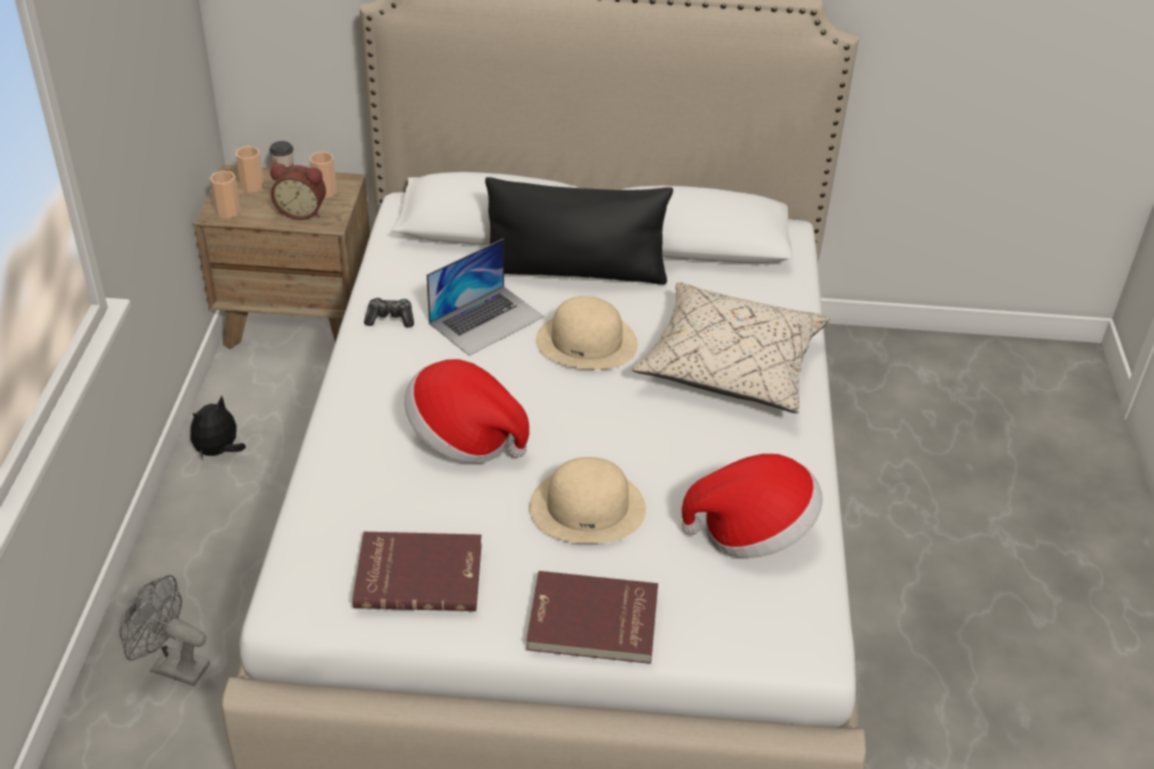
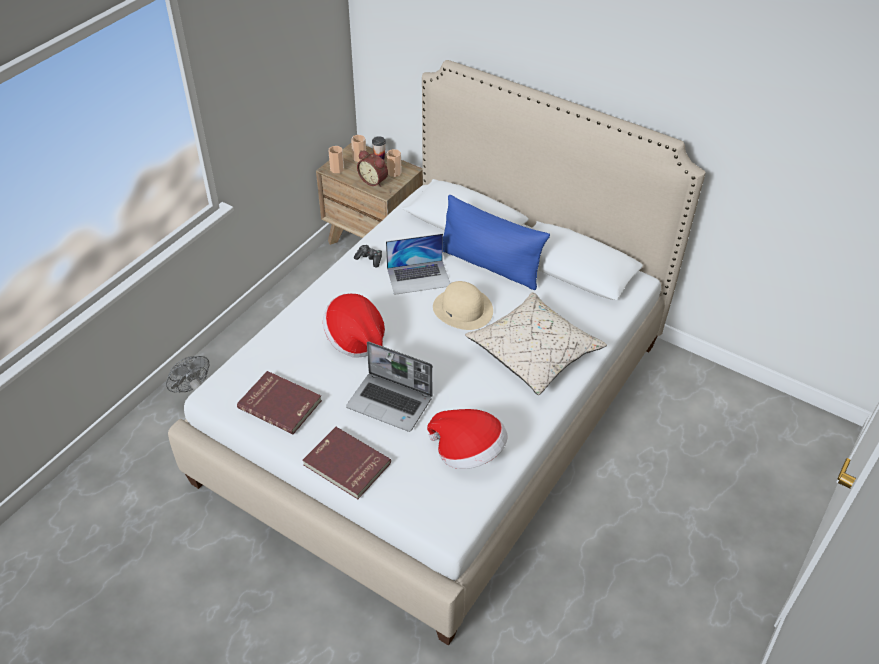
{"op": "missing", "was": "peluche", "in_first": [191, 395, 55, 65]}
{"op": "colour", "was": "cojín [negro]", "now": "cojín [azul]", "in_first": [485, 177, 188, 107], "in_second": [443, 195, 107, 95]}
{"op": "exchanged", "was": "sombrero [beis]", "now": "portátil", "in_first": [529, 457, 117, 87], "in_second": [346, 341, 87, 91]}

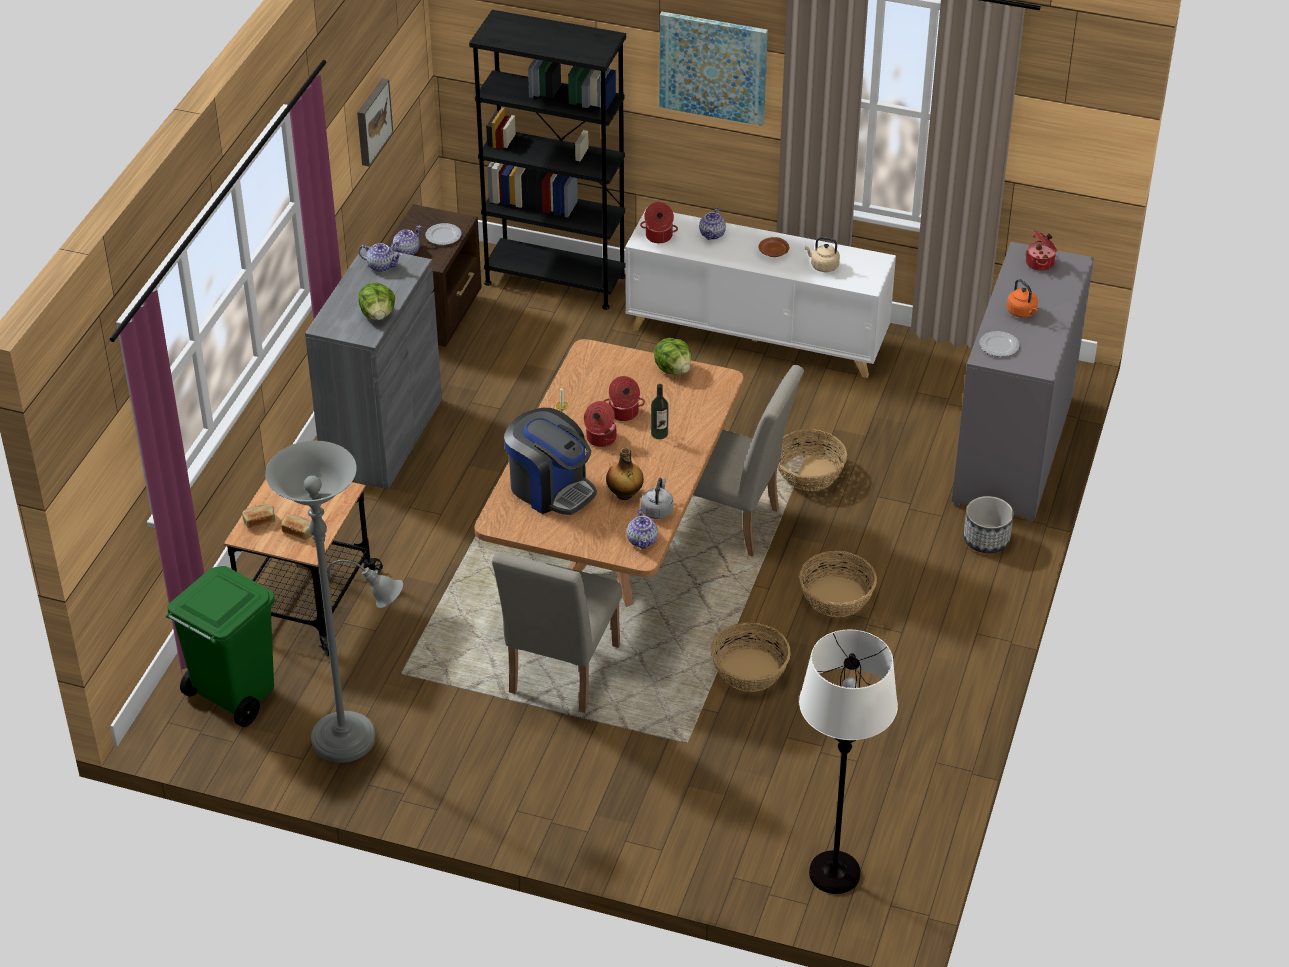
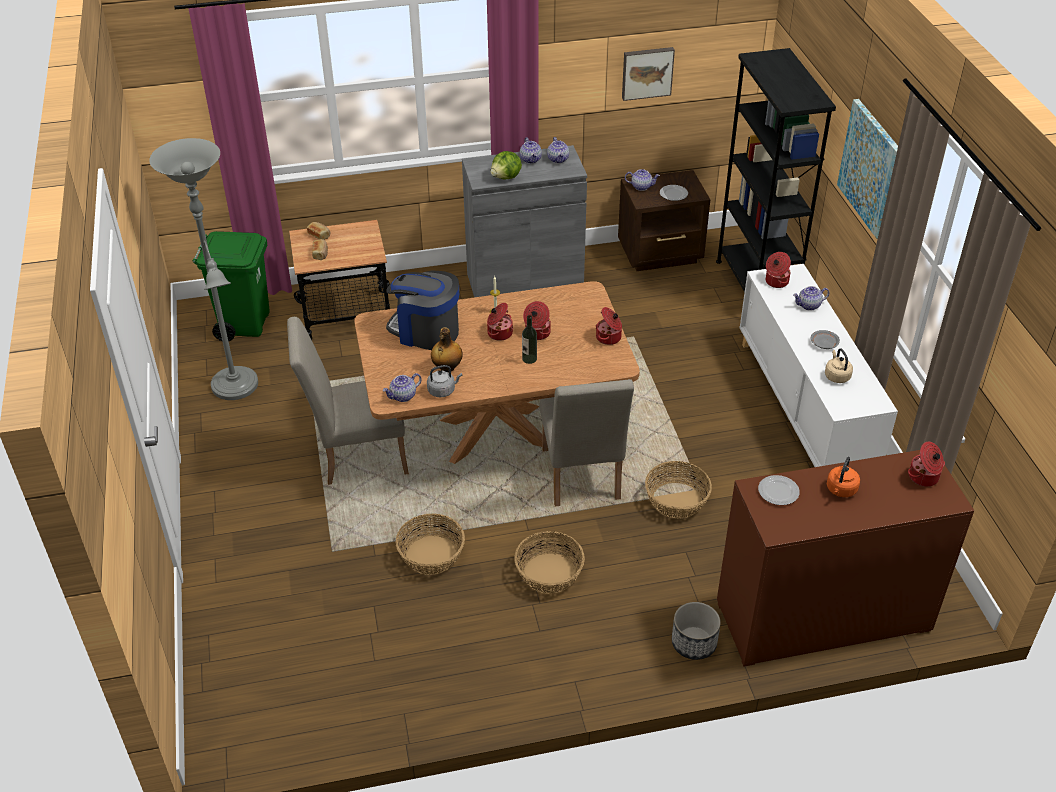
{"op": "spun", "was": "cafetera", "in_first": [504, 408, 93, 107], "in_second": [386, 271, 73, 79], "clockwise": 105}
{"op": "exchanged", "was": "lechuga", "now": "olla", "in_first": [654, 338, 38, 37], "in_second": [596, 307, 26, 38]}
{"op": "colour", "was": "plato [marrón]", "now": "plato [gris]", "in_first": [758, 237, 31, 20], "in_second": [811, 330, 29, 19]}
{"op": "missing", "was": "lámpara de pie [blanco]", "in_first": [799, 630, 99, 264]}
{"op": "colour", "was": "cómoda [gris]", "now": "cómoda [marrón]", "in_first": [952, 242, 142, 280], "in_second": [717, 450, 257, 217]}
{"op": "appeared", "now": "tetera", "in_second": [520, 137, 22, 27]}

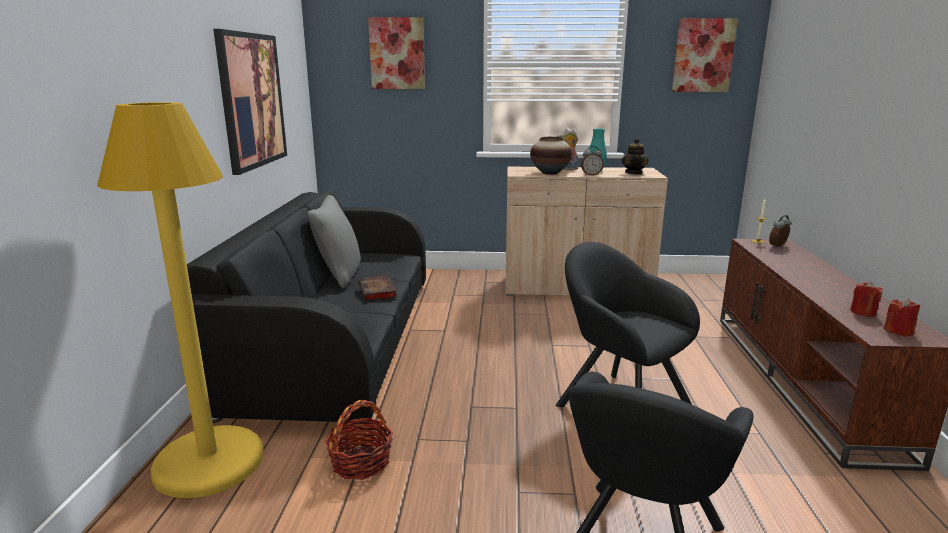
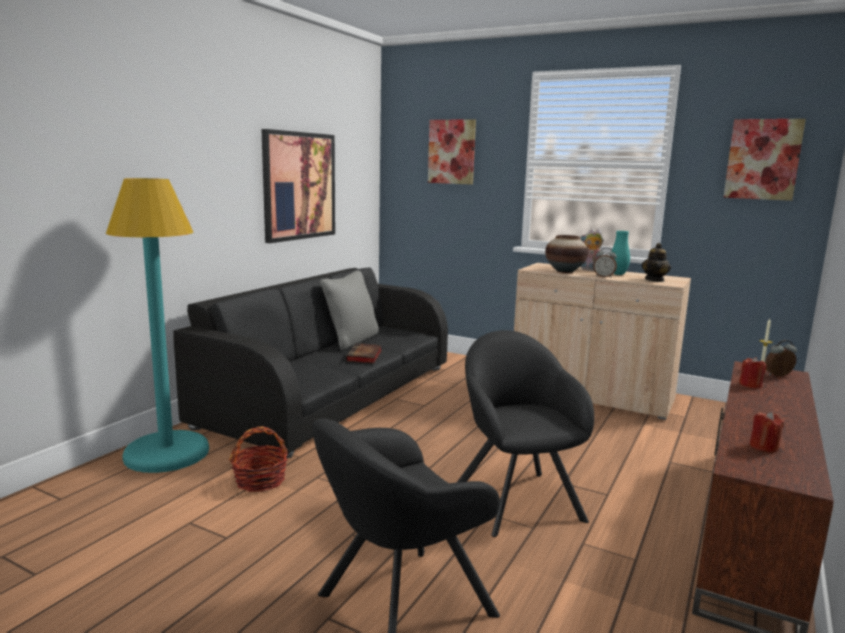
{"op": "colour", "was": "lámpara de pie [amarillo]", "now": "lámpara de pie [turquesa]", "in_first": [97, 102, 167, 396], "in_second": [106, 178, 103, 295]}
{"op": "relocated", "was": "vela [rojo]", "in_first": [883, 298, 37, 38], "in_second": [739, 357, 28, 31]}

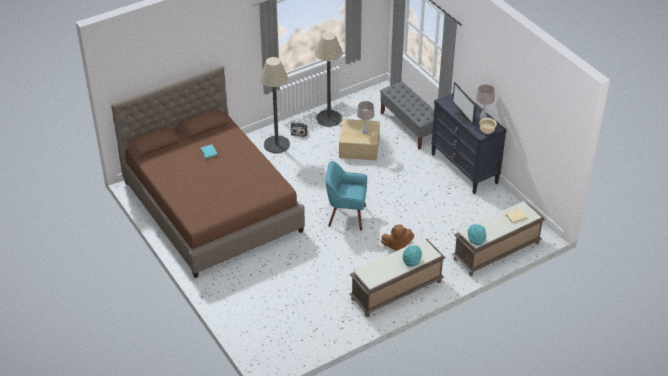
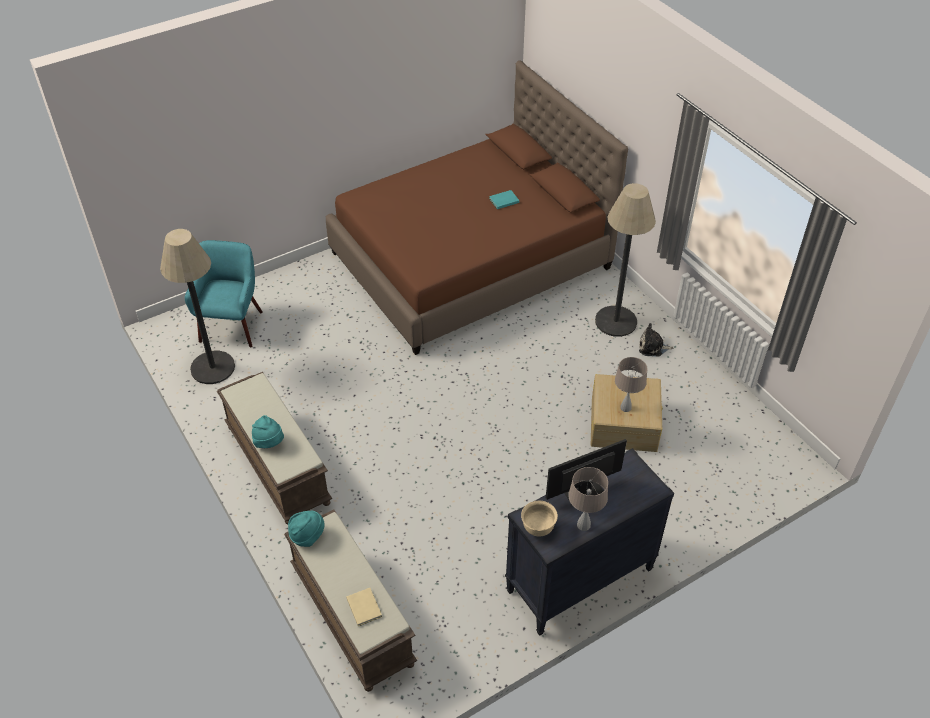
{"op": "relocated", "was": "lámpara de pie", "in_first": [315, 32, 28, 95], "in_second": [160, 229, 75, 155]}
{"op": "relocated", "was": "sillón [turquesa]", "in_first": [326, 161, 41, 69], "in_second": [185, 240, 78, 108]}
{"op": "missing", "was": "banco [gris]", "in_first": [380, 82, 54, 68]}
{"op": "missing", "was": "peluche [marrón]", "in_first": [381, 225, 33, 26]}

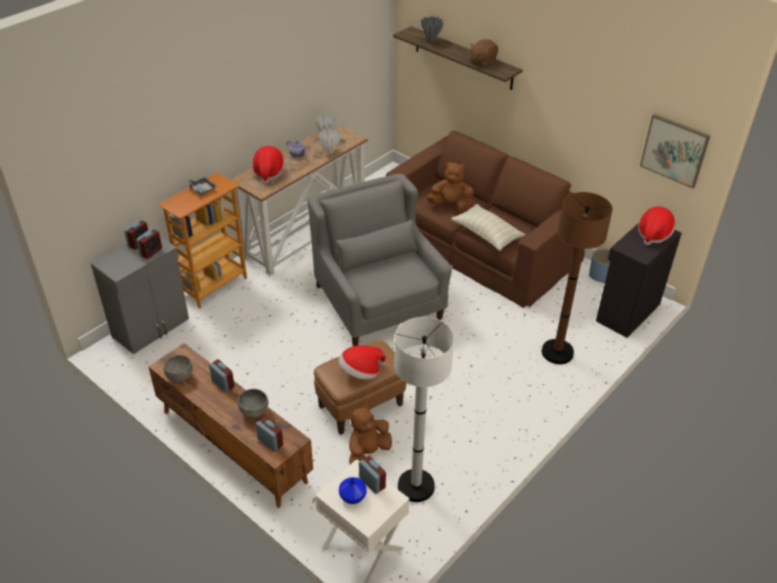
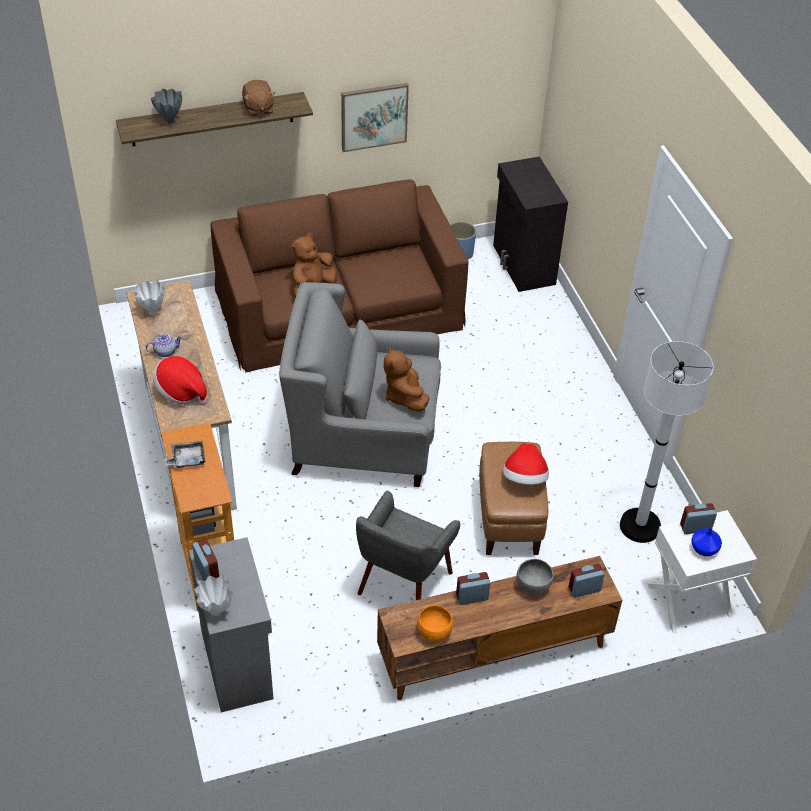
{"op": "missing", "was": "despertador", "in_first": [136, 228, 26, 31]}
{"op": "colour", "was": "cuenco [gris]", "now": "cuenco [naranja]", "in_first": [164, 355, 29, 27], "in_second": [417, 605, 36, 37]}
{"op": "relocated", "was": "florero [blanco]", "in_first": [318, 128, 23, 26], "in_second": [194, 575, 39, 40]}
{"op": "relocated", "was": "peluche [marrón]", "in_first": [349, 405, 43, 60], "in_second": [384, 346, 46, 66]}
{"op": "missing", "was": "cojín", "in_first": [451, 204, 75, 47]}
{"op": "missing", "was": "lámpara de pie [marrón]", "in_first": [542, 192, 71, 172]}
{"op": "missing", "was": "sombrero", "in_first": [638, 207, 38, 38]}
{"op": "relocated", "was": "cuadro", "in_first": [640, 114, 71, 75], "in_second": [341, 83, 68, 69]}
{"op": "appeared", "now": "sillón [gris]", "in_second": [356, 490, 104, 110]}

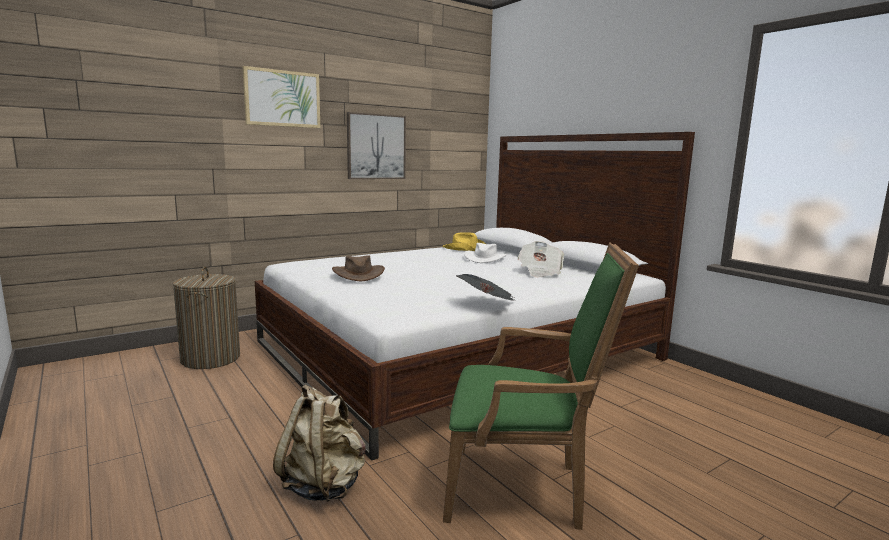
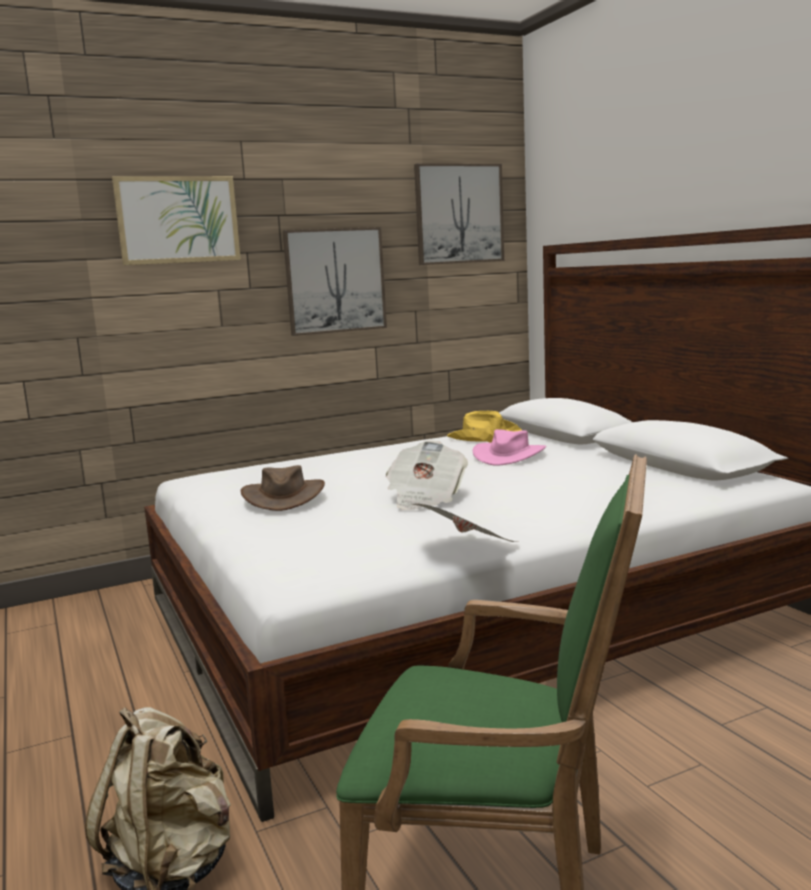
{"op": "missing", "was": "cesto de la ropa", "in_first": [172, 267, 68, 102]}
{"op": "colour", "was": "sombrero [blanco]", "now": "sombrero [rosa]", "in_first": [464, 243, 43, 20], "in_second": [473, 429, 73, 37]}
{"op": "relocated", "was": "periódico", "in_first": [518, 241, 46, 36], "in_second": [386, 441, 82, 69]}
{"op": "appeared", "now": "cuadro", "in_second": [414, 163, 90, 102]}

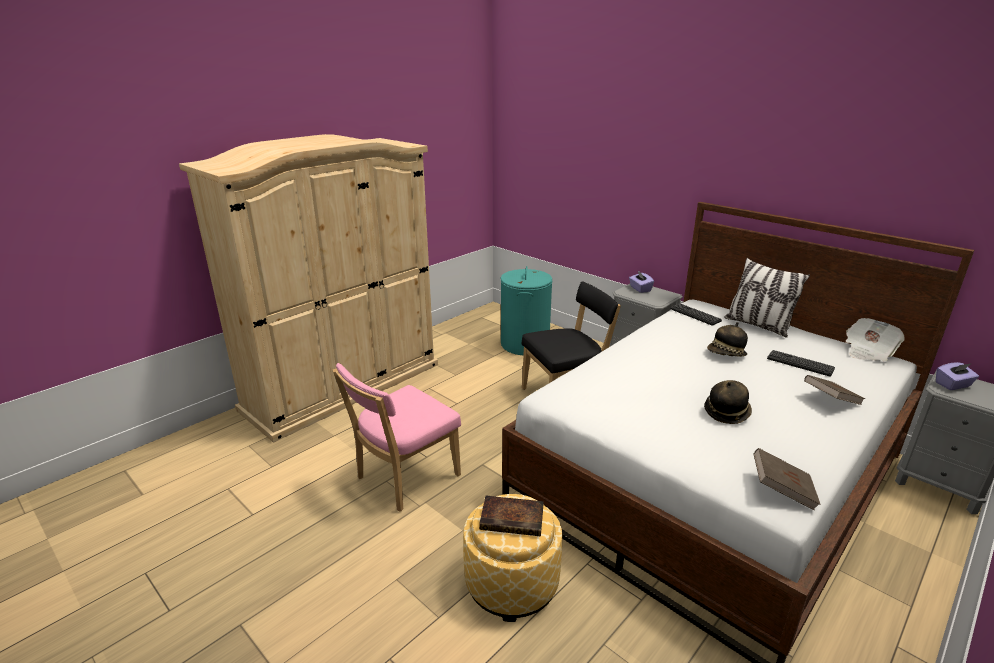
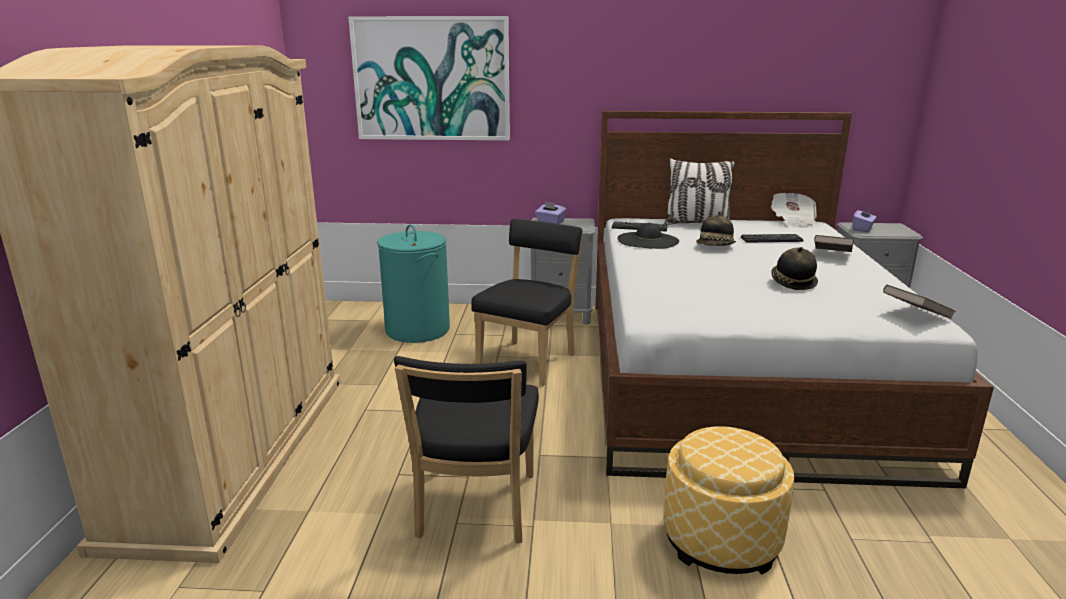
{"op": "colour", "was": "silla [rosa]", "now": "silla [negro]", "in_first": [332, 363, 129, 149], "in_second": [394, 356, 145, 188]}
{"op": "missing", "was": "libro", "in_first": [479, 496, 65, 40]}
{"op": "appeared", "now": "cuadro", "in_second": [348, 16, 162, 125]}
{"op": "appeared", "now": "sombrero [negro]", "in_second": [617, 223, 62, 26]}

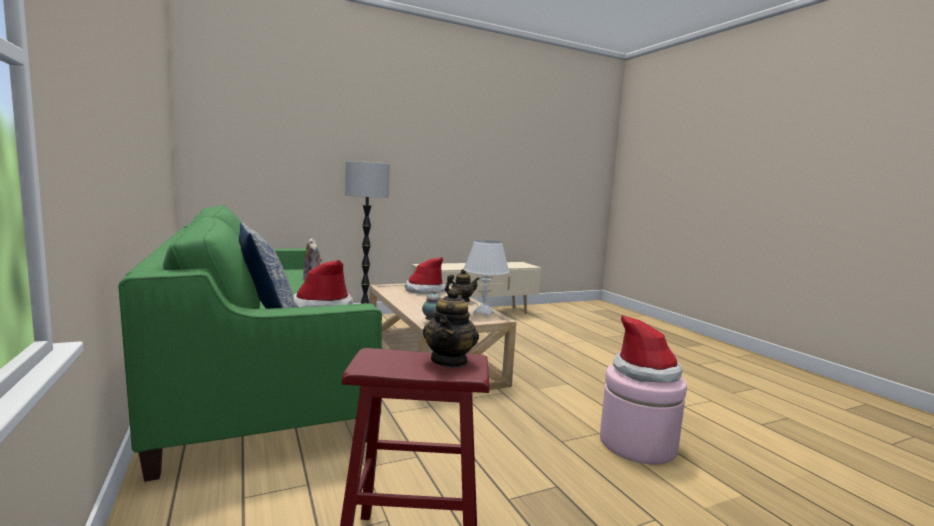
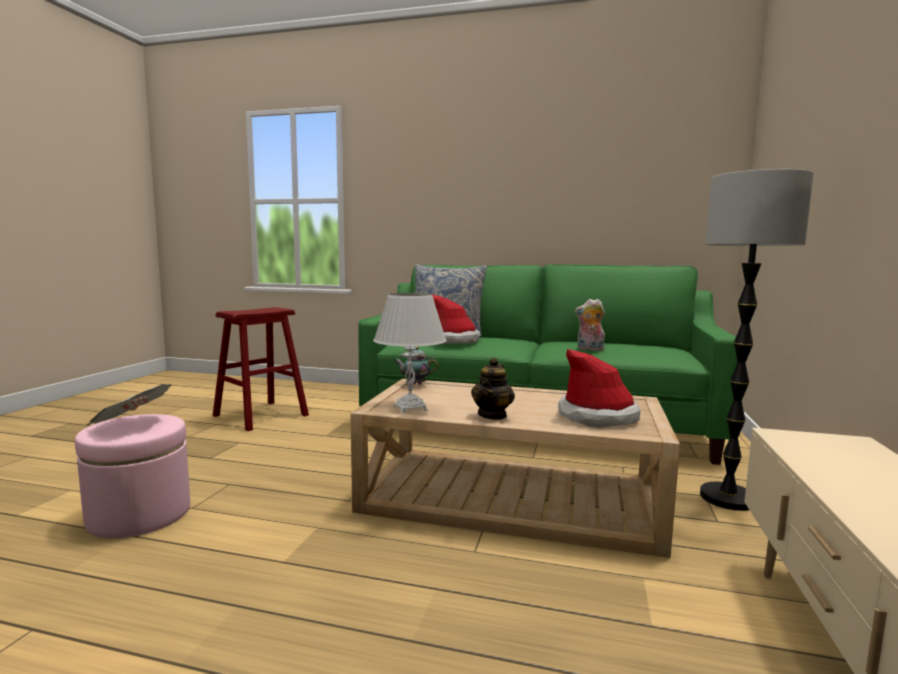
{"op": "missing", "was": "tetera", "in_first": [423, 287, 56, 81]}
{"op": "exchanged", "was": "sombrero", "now": "periódico", "in_first": [613, 315, 69, 68], "in_second": [86, 384, 86, 41]}

